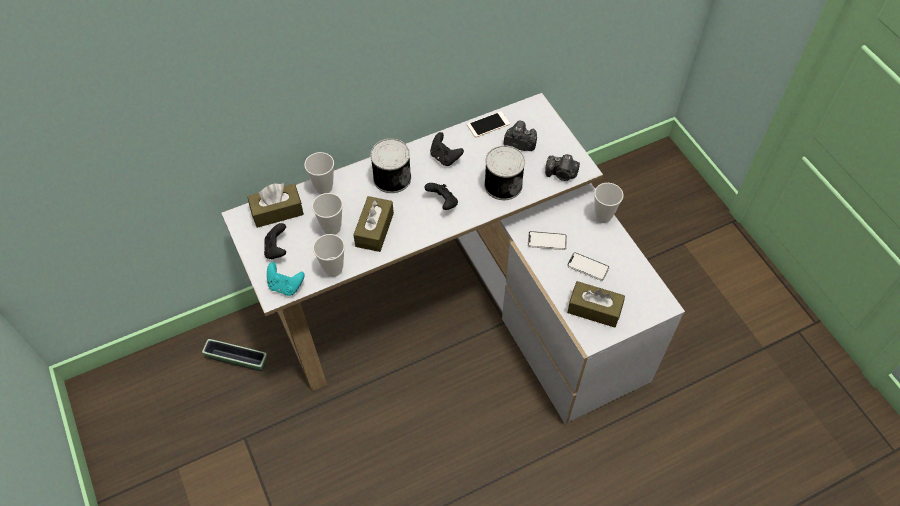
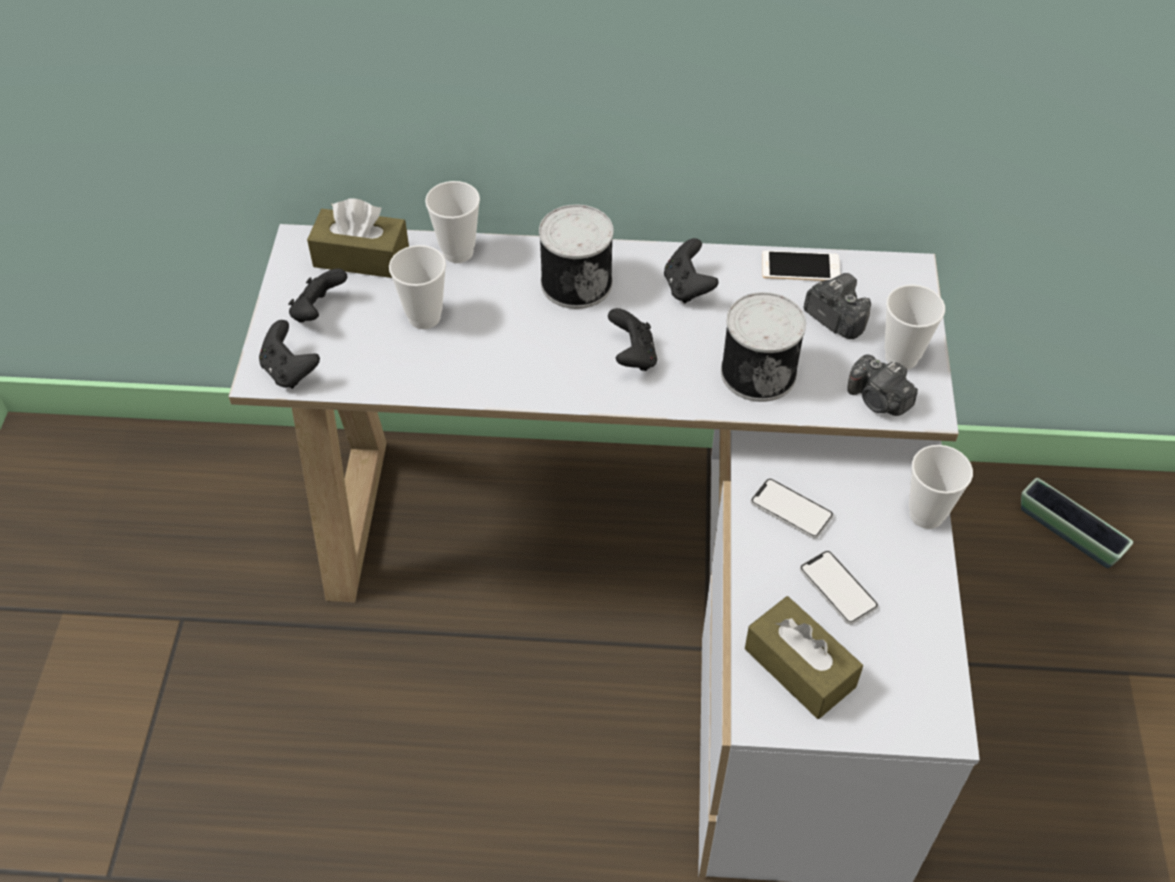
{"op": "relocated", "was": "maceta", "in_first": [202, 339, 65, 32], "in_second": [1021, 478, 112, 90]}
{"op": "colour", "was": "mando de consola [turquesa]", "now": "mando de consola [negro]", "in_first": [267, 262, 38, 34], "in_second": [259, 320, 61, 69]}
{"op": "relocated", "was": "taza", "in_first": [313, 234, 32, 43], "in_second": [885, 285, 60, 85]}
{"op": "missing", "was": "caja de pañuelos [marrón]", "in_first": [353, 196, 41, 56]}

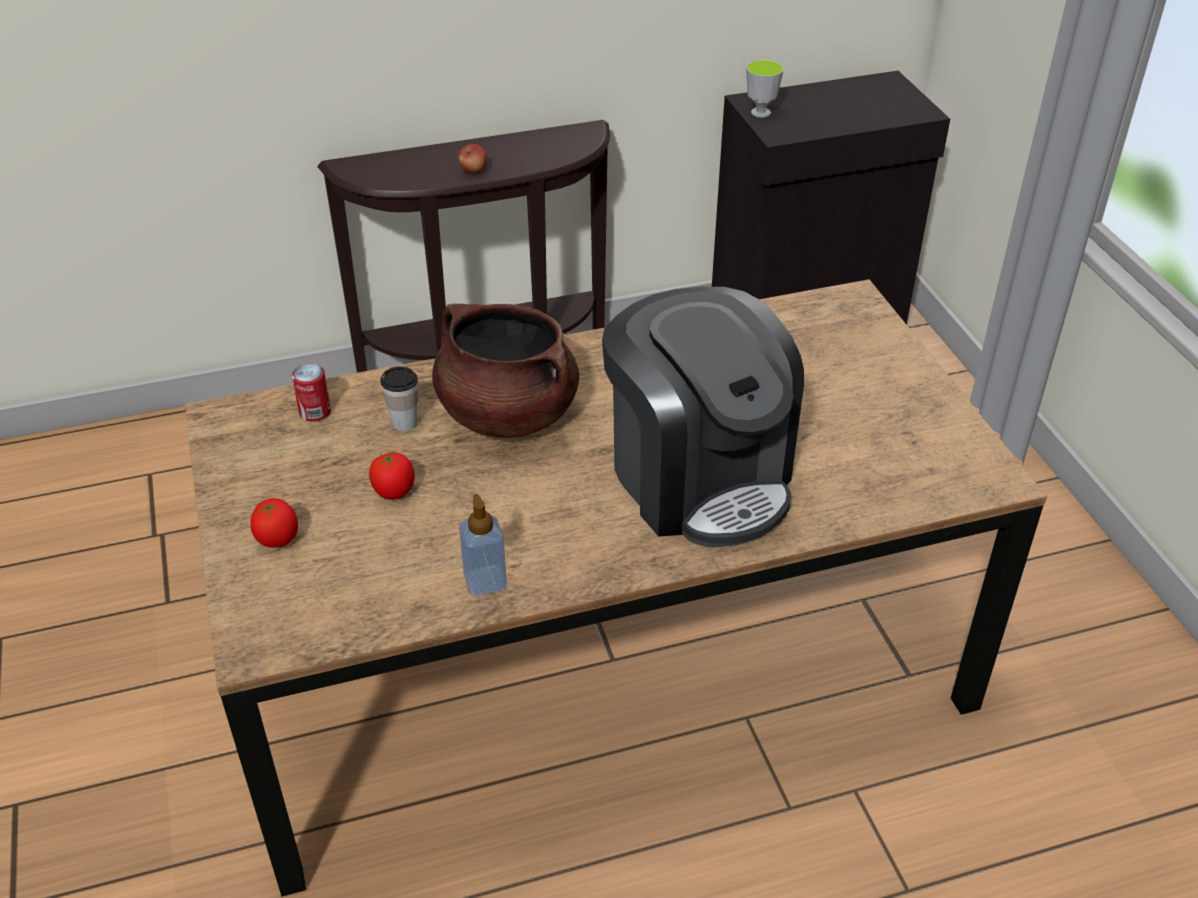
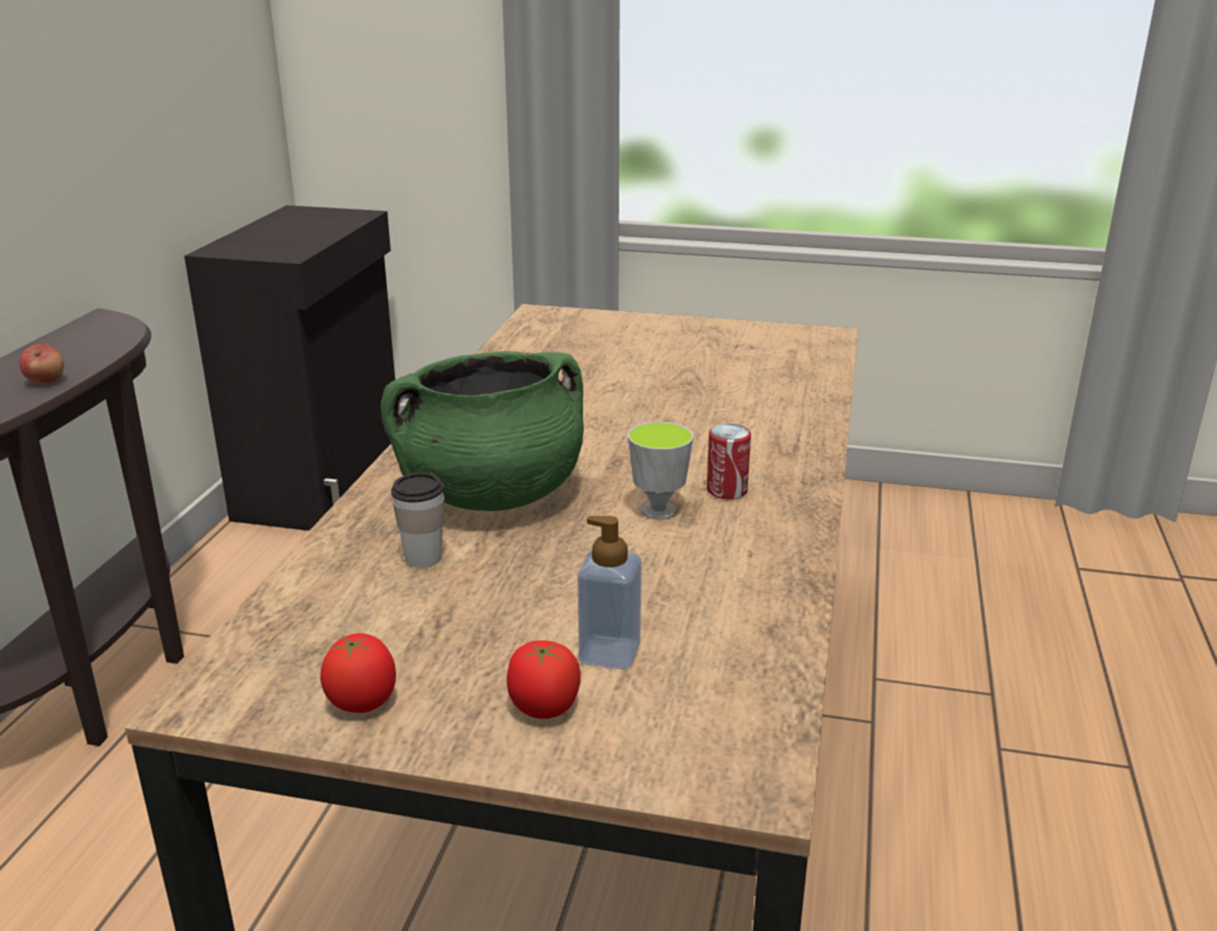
{"op": "relocated", "was": "lata", "in_first": [292, 364, 39, 58], "in_second": [707, 424, 44, 75]}
{"op": "relocated", "was": "tomate", "in_first": [369, 452, 46, 48], "in_second": [320, 633, 76, 80]}
{"op": "colour", "was": "olla [marrón]", "now": "olla [verde]", "in_first": [432, 303, 147, 135], "in_second": [381, 351, 203, 160]}
{"op": "relocated", "was": "dispensador de jabón", "in_first": [459, 494, 48, 102], "in_second": [578, 516, 64, 154]}
{"op": "missing", "was": "cafetera", "in_first": [602, 287, 202, 260]}
{"op": "relocated", "was": "taza", "in_first": [746, 60, 38, 58], "in_second": [628, 422, 65, 98]}

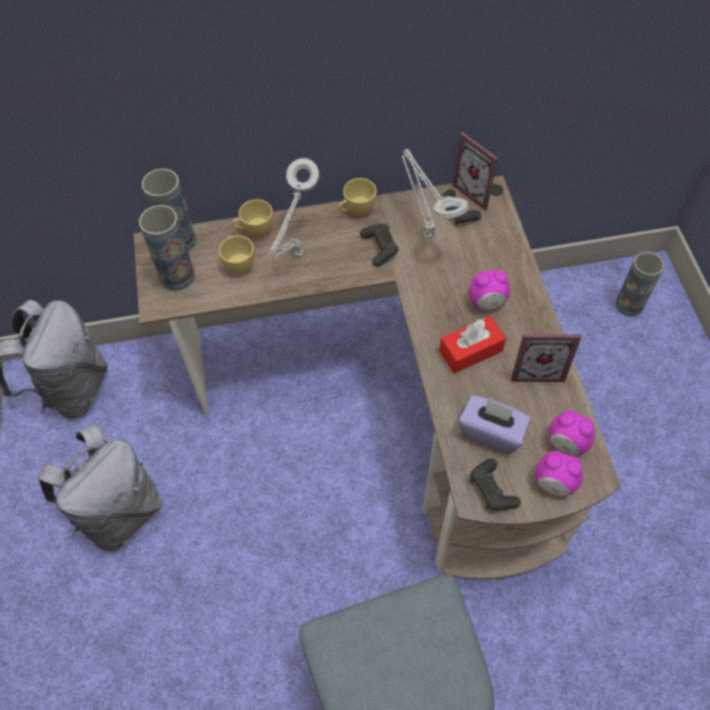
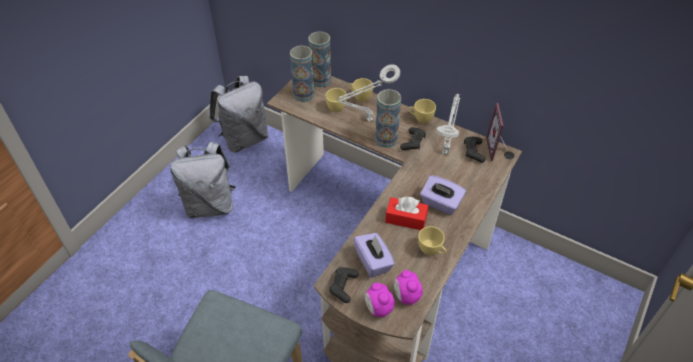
{"op": "exchanged", "was": "despertador", "now": "caja de pañuelos [morado]", "in_first": [469, 270, 41, 41], "in_second": [420, 175, 46, 40]}
{"op": "exchanged", "was": "portarretratos", "now": "taza [amarillo]", "in_first": [511, 334, 71, 48], "in_second": [418, 226, 29, 29]}
{"op": "relocated", "was": "florero", "in_first": [615, 252, 49, 65], "in_second": [375, 89, 26, 59]}

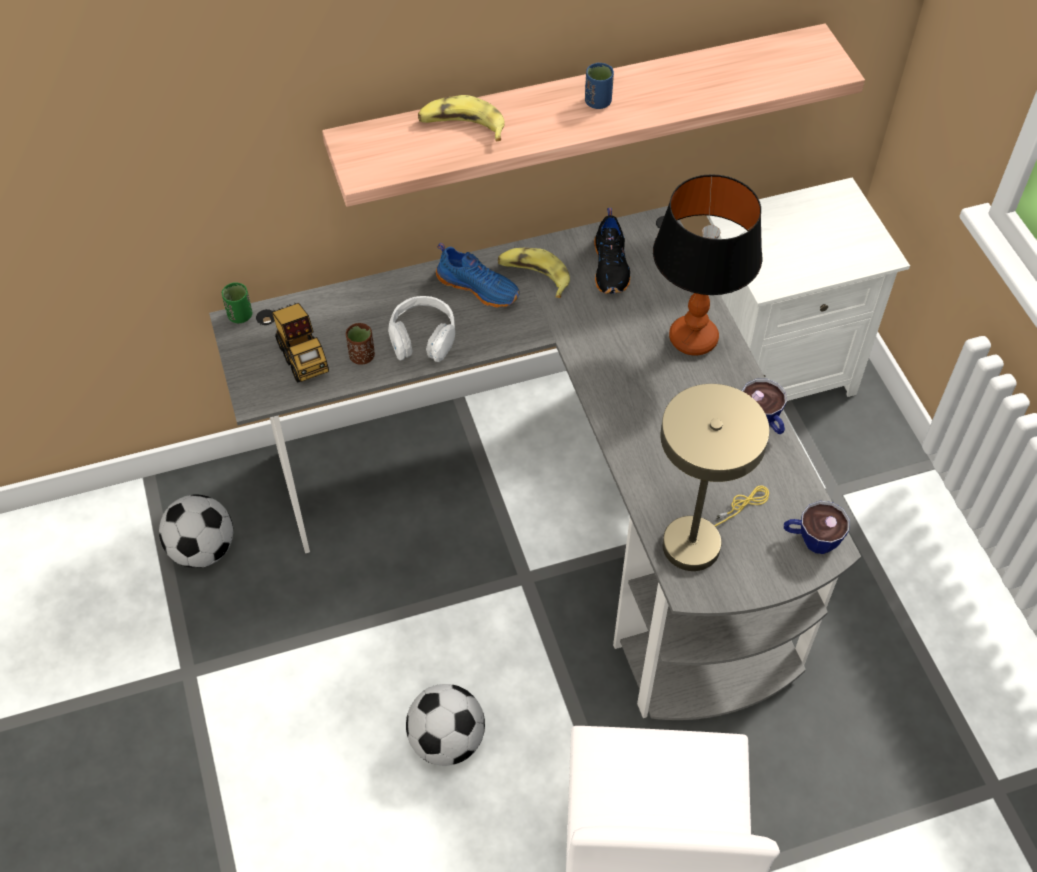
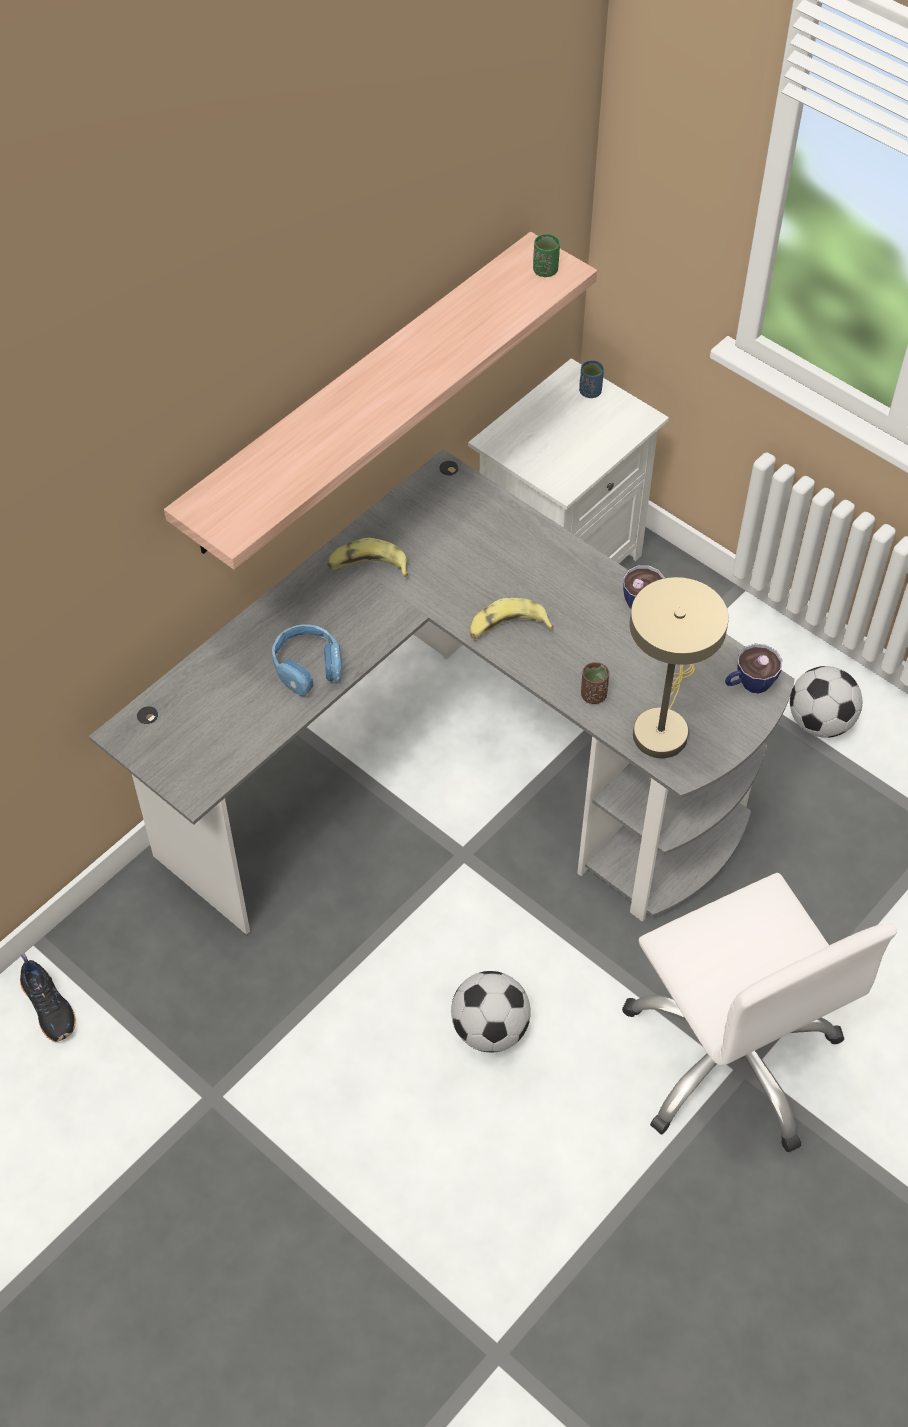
{"op": "relocated", "was": "balón de fútbol", "in_first": [159, 494, 74, 74], "in_second": [790, 666, 72, 72]}
{"op": "relocated", "was": "taza [verde]", "in_first": [222, 282, 30, 41], "in_second": [533, 234, 27, 43]}
{"op": "missing", "was": "camión de juguete", "in_first": [272, 303, 57, 80]}
{"op": "relocated", "was": "taza [marrón]", "in_first": [346, 323, 29, 42], "in_second": [581, 662, 28, 42]}
{"op": "colour", "was": "auriculares [blanco]", "now": "auriculares [azul]", "in_first": [388, 296, 67, 66], "in_second": [272, 624, 70, 72]}
{"op": "relocated", "was": "plátano", "in_first": [418, 95, 87, 46], "in_second": [470, 598, 84, 41]}
{"op": "missing", "was": "zapato [azul]", "in_first": [436, 243, 84, 65]}
{"op": "relocated", "was": "taza [azul]", "in_first": [585, 63, 29, 46], "in_second": [579, 360, 25, 38]}
{"op": "relocated", "was": "zapato [negro]", "in_first": [594, 208, 36, 86], "in_second": [20, 954, 56, 88]}
{"op": "missing", "was": "lámpara de mesa", "in_first": [653, 174, 109, 182]}

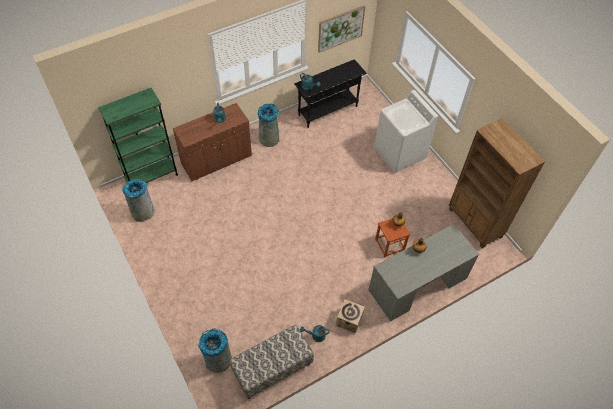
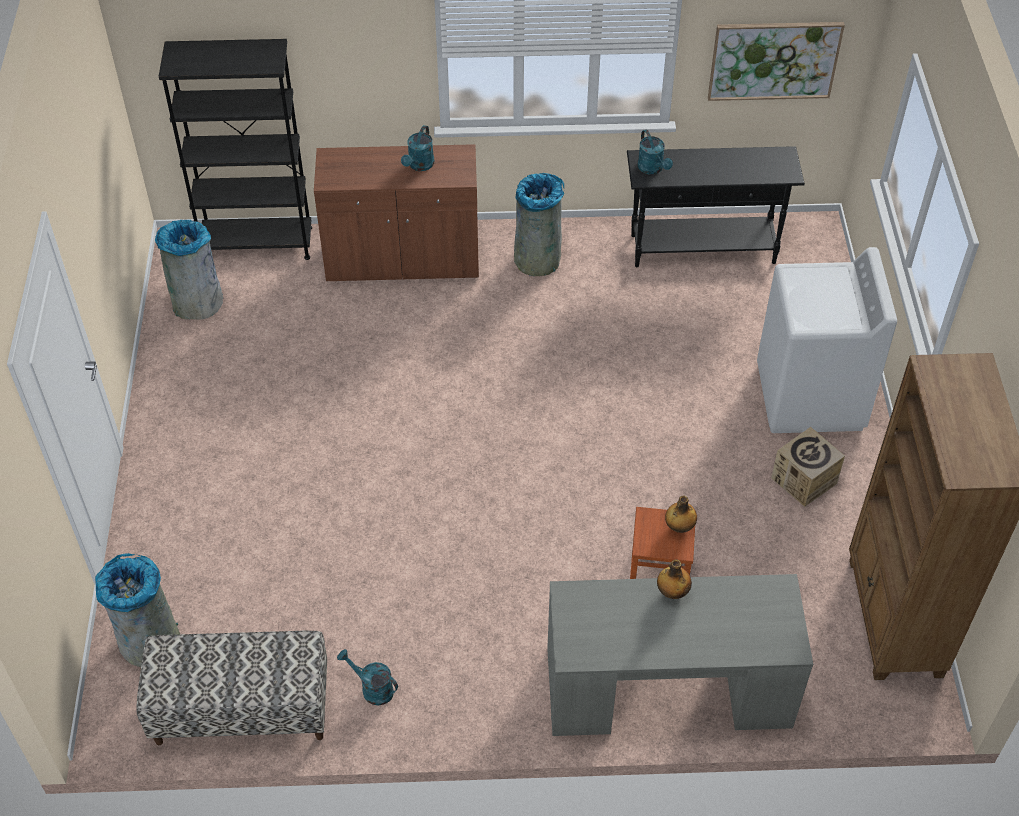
{"op": "colour", "was": "estantería [verde]", "now": "estantería [negro]", "in_first": [98, 88, 80, 95], "in_second": [159, 39, 153, 221]}
{"op": "relocated", "was": "caja de cartón", "in_first": [336, 299, 29, 34], "in_second": [771, 427, 74, 80]}

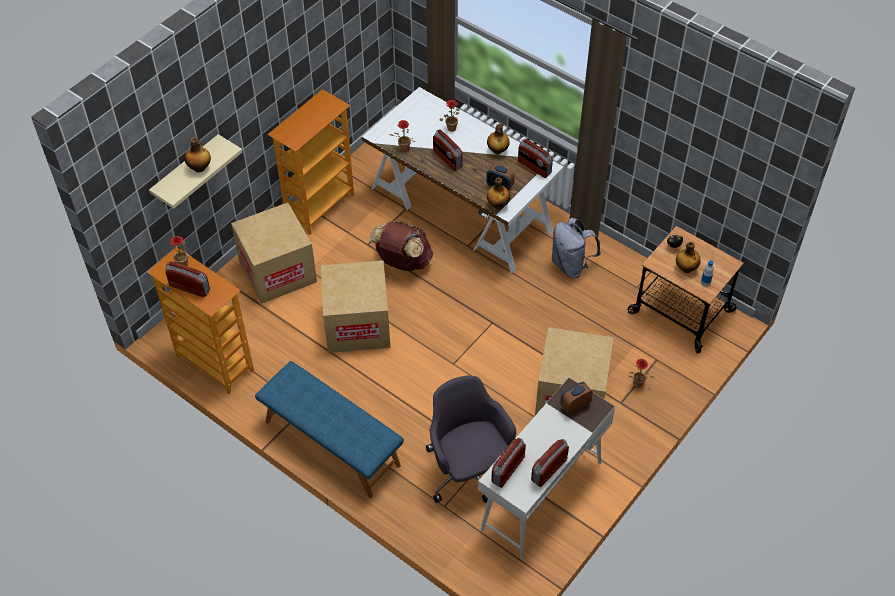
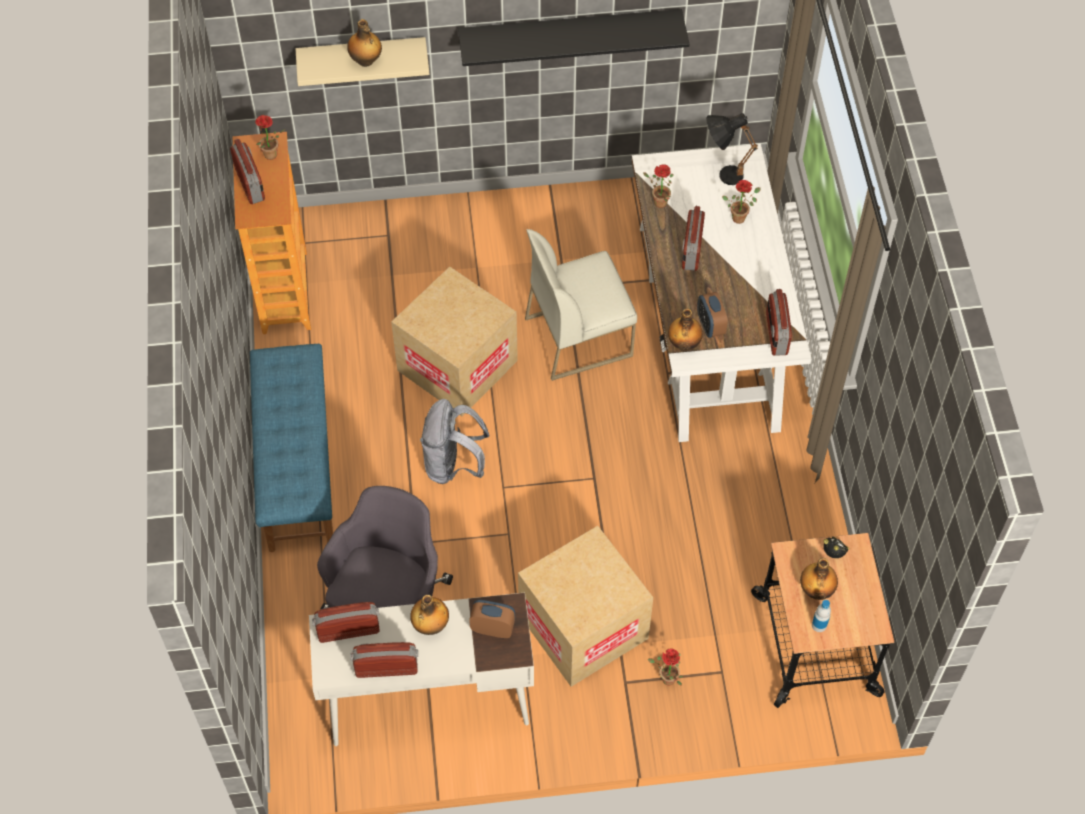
{"op": "missing", "was": "caja de cartón", "in_first": [231, 203, 86, 101]}
{"op": "missing", "was": "estantería", "in_first": [267, 89, 87, 146]}
{"op": "exchanged", "was": "mochila [marrón]", "now": "silla [blanco]", "in_first": [369, 221, 64, 50], "in_second": [525, 229, 112, 152]}
{"op": "relocated", "was": "botella", "in_first": [487, 124, 23, 31], "in_second": [410, 595, 39, 40]}
{"op": "relocated", "was": "mochila [gris]", "in_first": [552, 218, 49, 60], "in_second": [420, 399, 69, 85]}
{"op": "appeared", "now": "estante [negro]", "in_second": [458, 9, 231, 57]}
{"op": "appeared", "now": "lámpara de mesa [negro]", "in_second": [706, 113, 52, 72]}

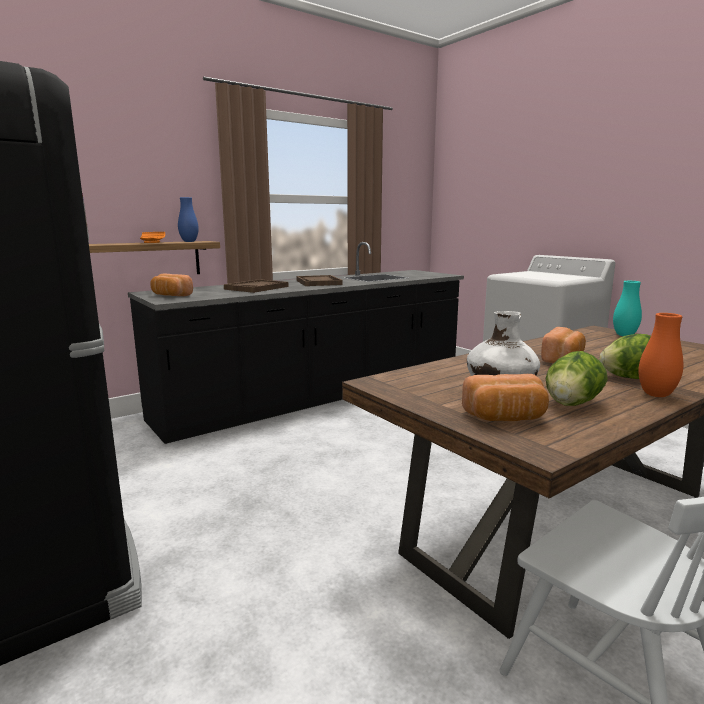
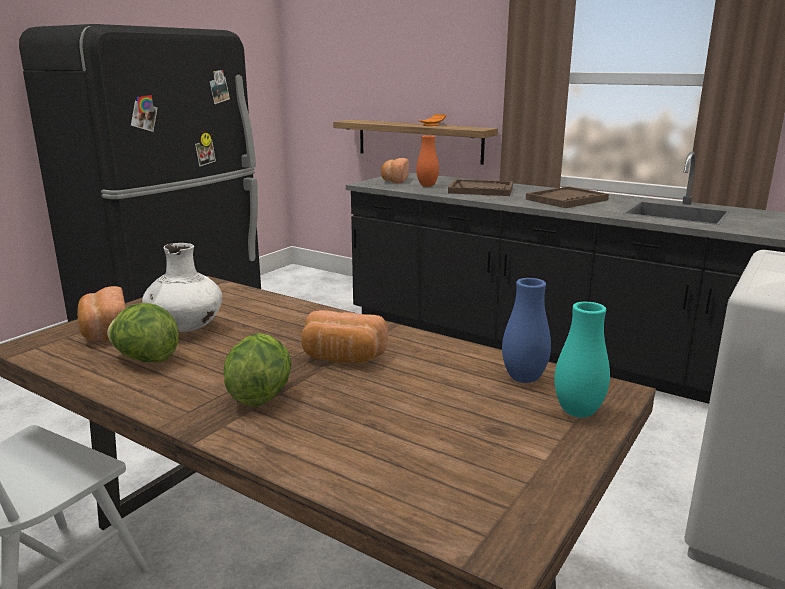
{"op": "relocated", "was": "florero [azul]", "in_first": [178, 197, 21, 45], "in_second": [502, 278, 49, 105]}
{"op": "relocated", "was": "florero [naranja]", "in_first": [638, 313, 45, 84], "in_second": [416, 135, 23, 52]}

